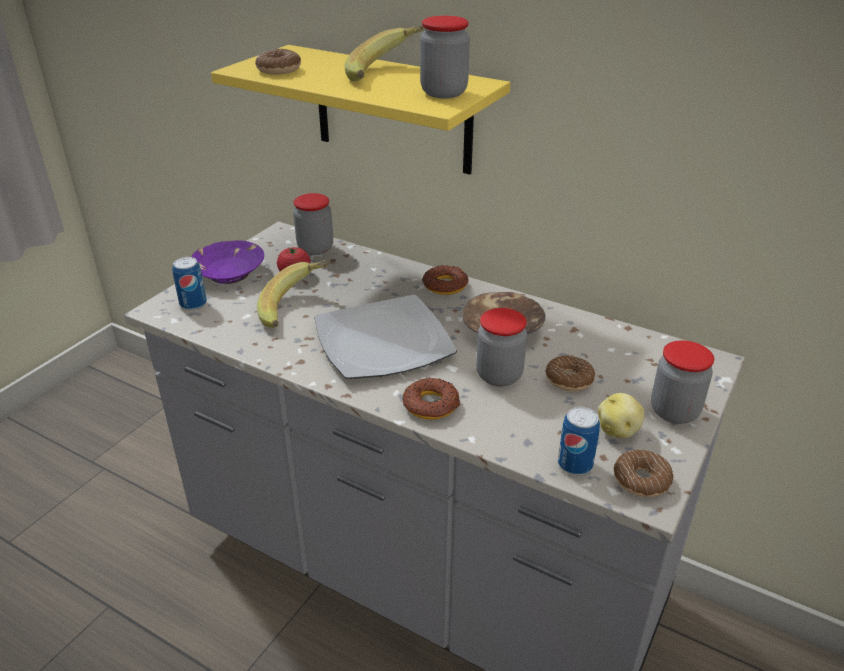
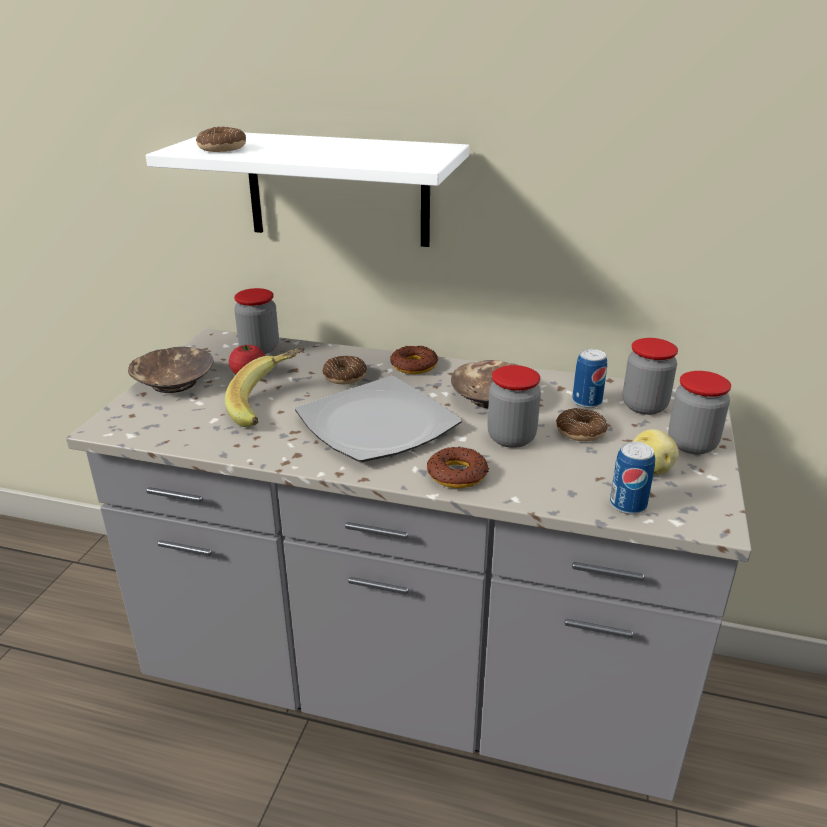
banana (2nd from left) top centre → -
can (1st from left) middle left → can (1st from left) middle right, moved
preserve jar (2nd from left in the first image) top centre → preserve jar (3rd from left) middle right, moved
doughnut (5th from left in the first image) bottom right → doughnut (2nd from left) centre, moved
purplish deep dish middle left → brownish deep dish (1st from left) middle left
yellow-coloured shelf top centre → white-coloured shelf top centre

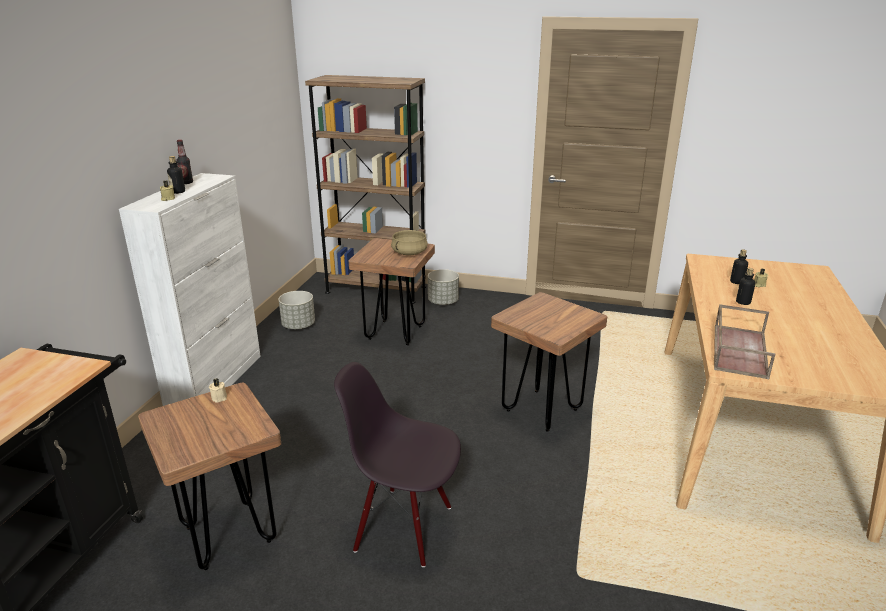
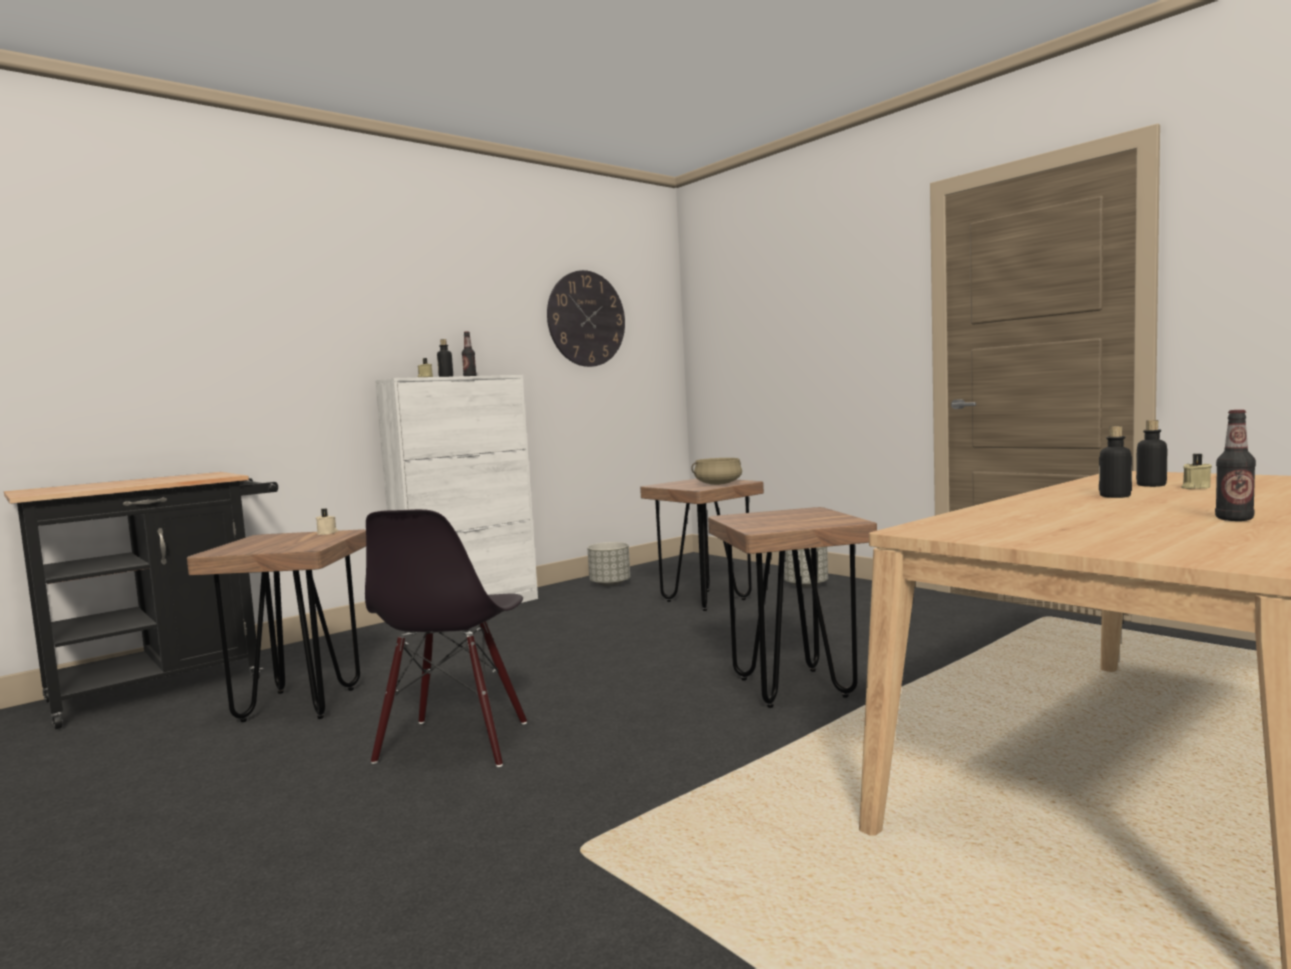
brownish bookshelf top centre → -
brownish tray middle right → -
- → hanging clock top centre
- → bottle (5th from left) middle right
black-coloured chair bottom centre → black-coloured chair centre, 135 degrees counterclockwise

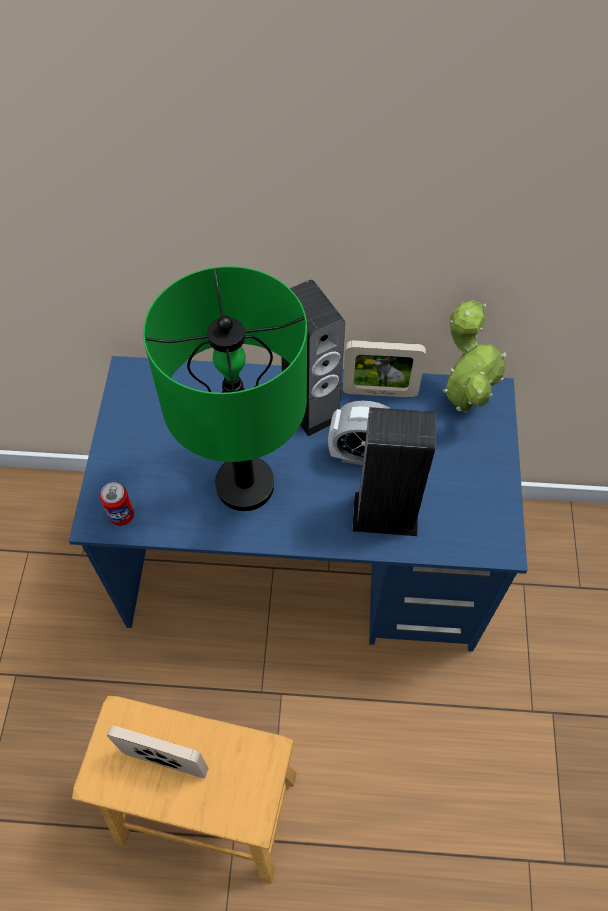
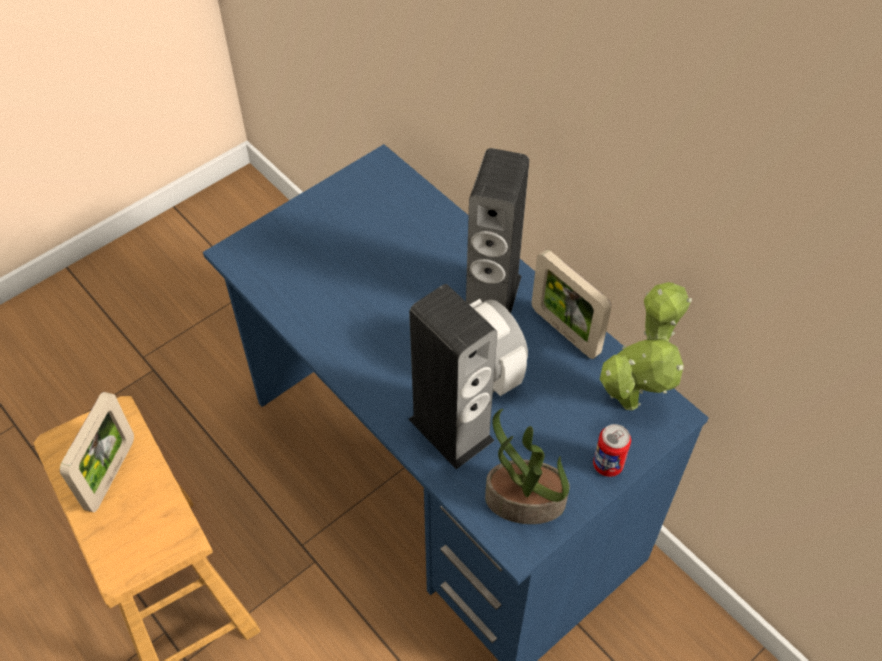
greenish tabletop lamp centre → -
- → potted plant (1st from left) bottom centre
can middle left → can bottom right, moved
standing frame (1st from left) bottom left, 45 degrees clockwise

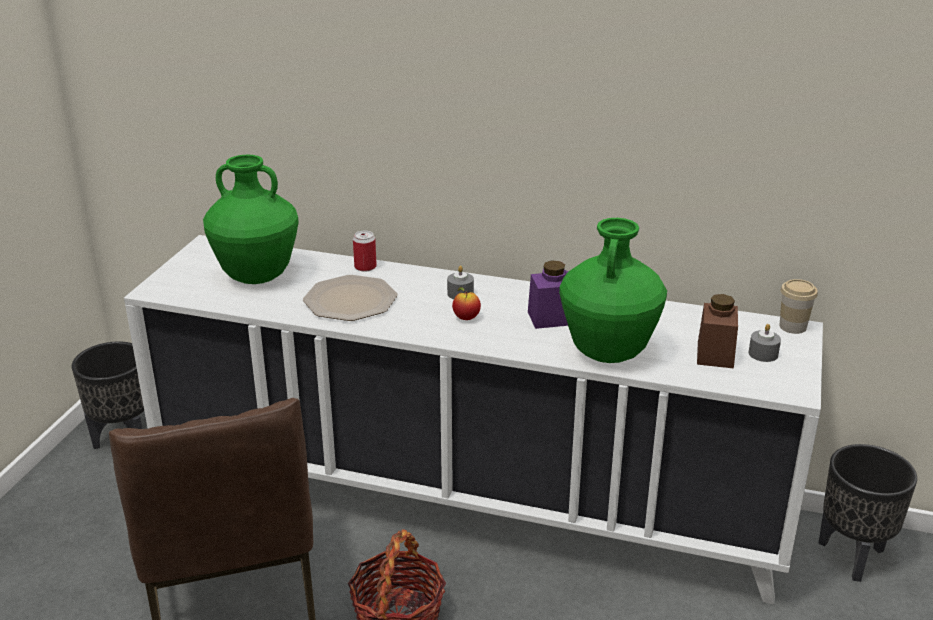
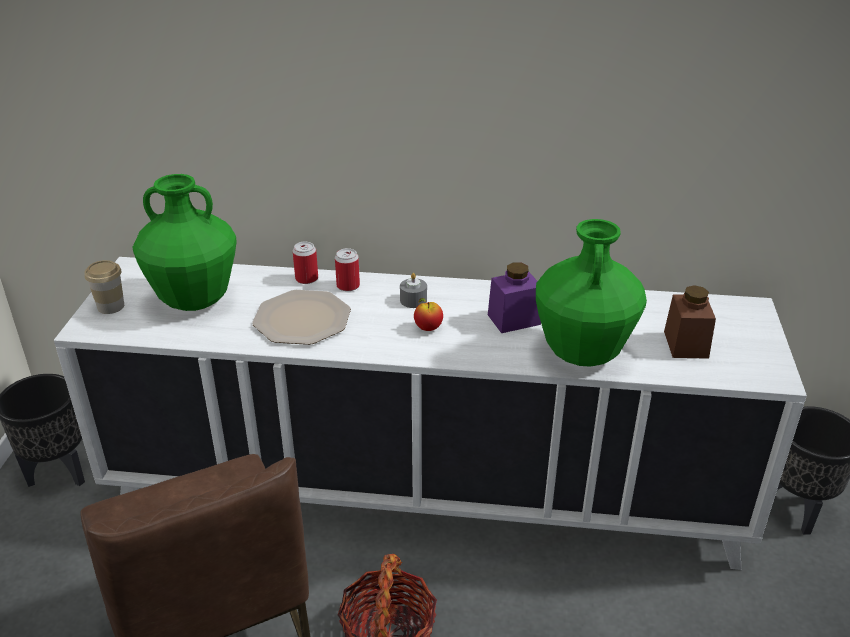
gray wax candle (2nd from left) middle right → -
- → can (2nd from left) centre
small cup middle right → small cup middle left, moved

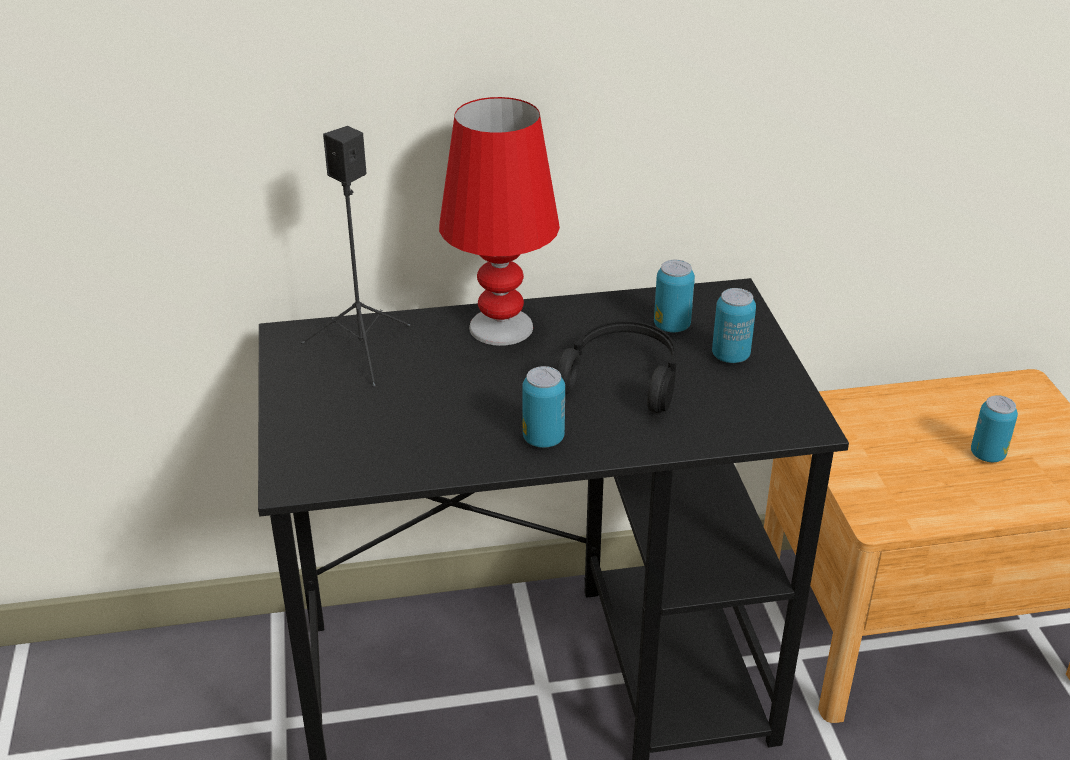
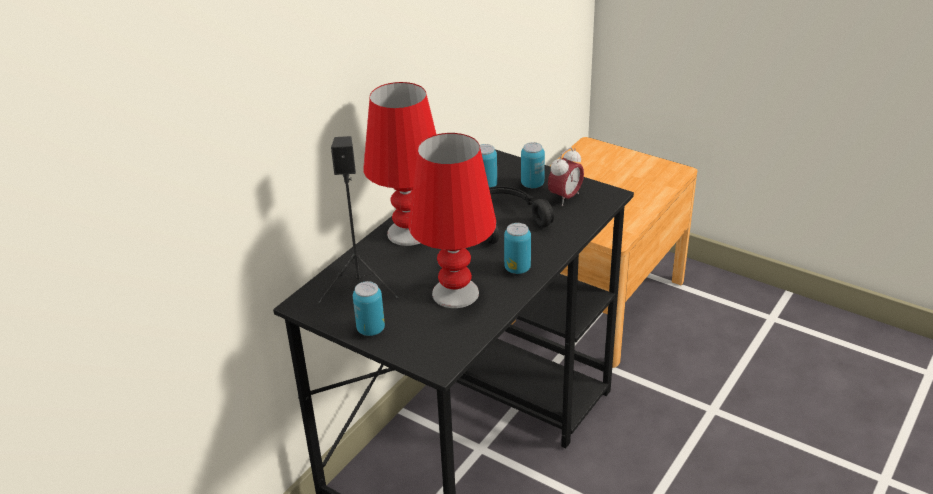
- → red tabletop lamp (2nd from left) centre
- → bedside clock centre
can (4th from left in the first image) middle right → can (1st from left) centre, moved

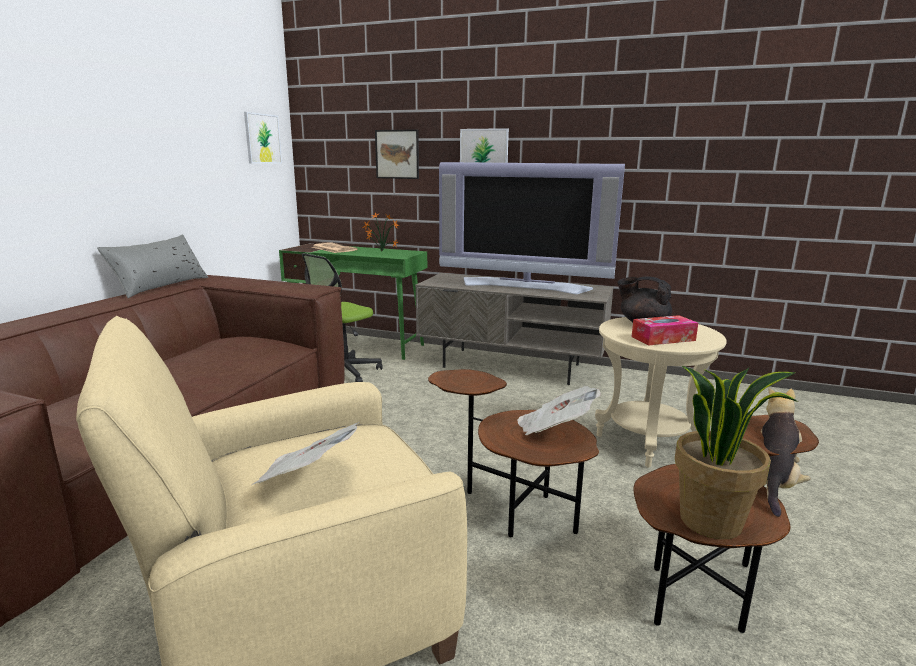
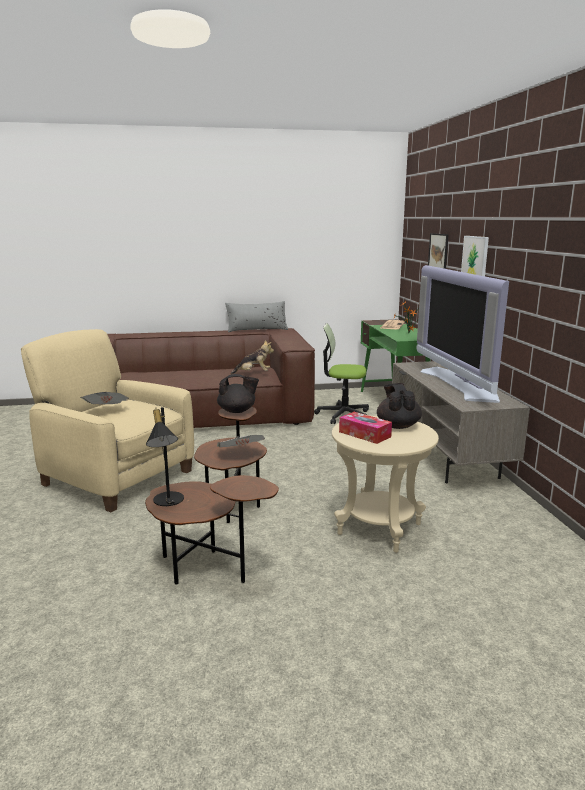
picture (1st from left) top left → -
- → black-coloured pot for tea (1st from left) centre
cuddly toy bottom right → cuddly toy centre, moved
potted plant (2nd from left) bottom right → black-coloured tabletop lamp middle left

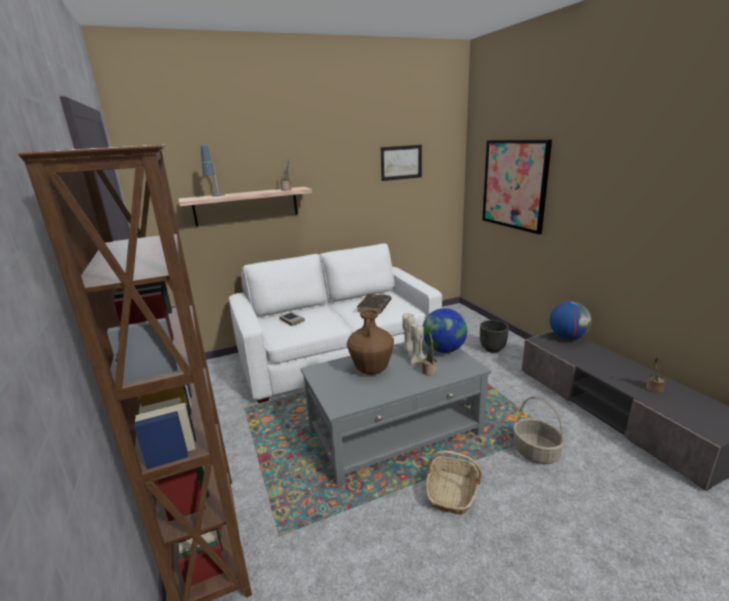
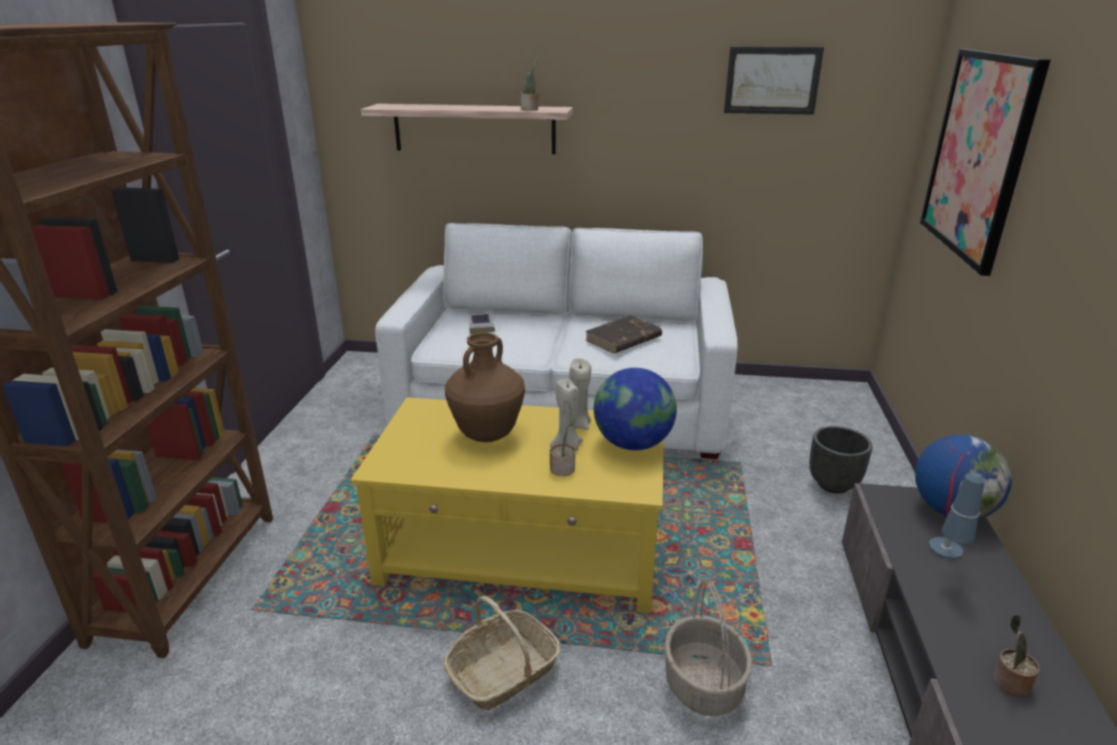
tabletop lamp top left → tabletop lamp bottom right, moved
gray low table bottom centre → yellow-coloured low table bottom centre

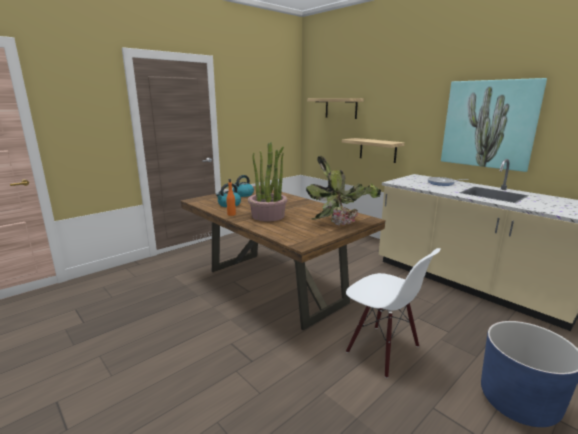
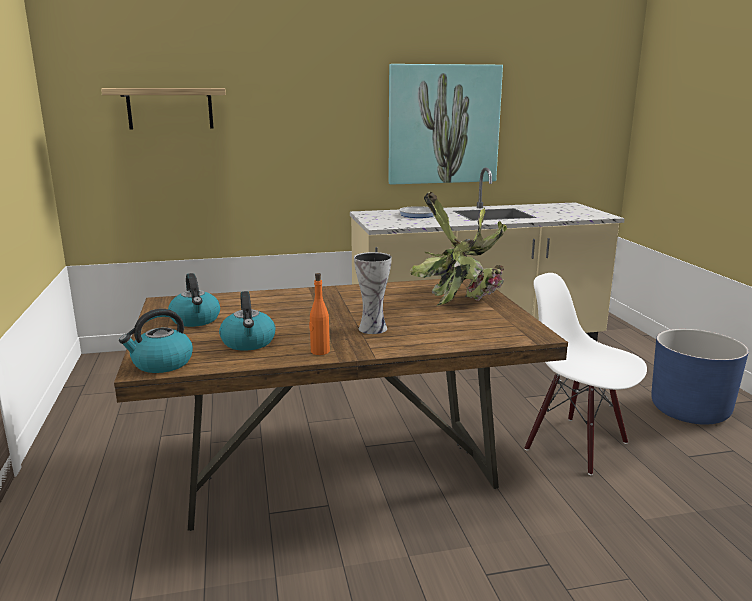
shelf (2nd from left) centre → -
- → tea kettle (1st from left) middle left
potted plant (1st from left) centre → flower vase centre
white-coloured chair bottom right → white-coloured chair middle right, 120 degrees counterclockwise

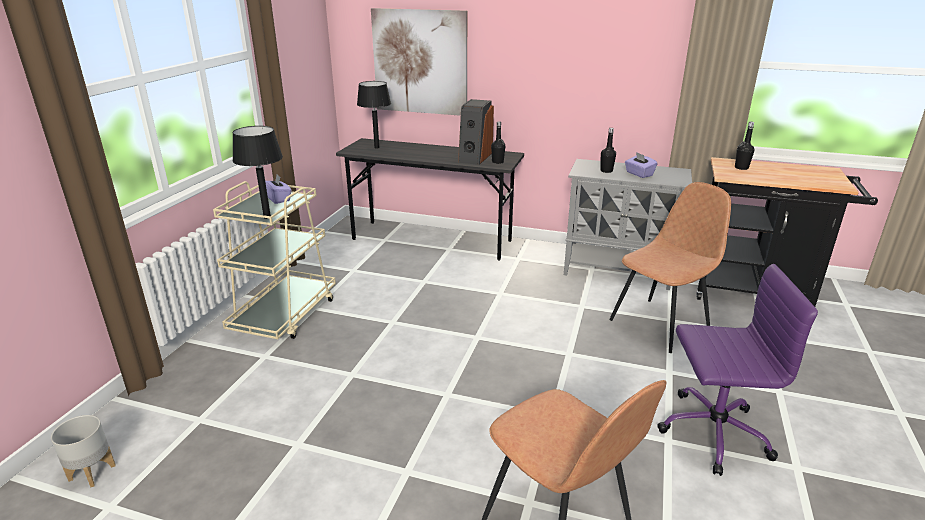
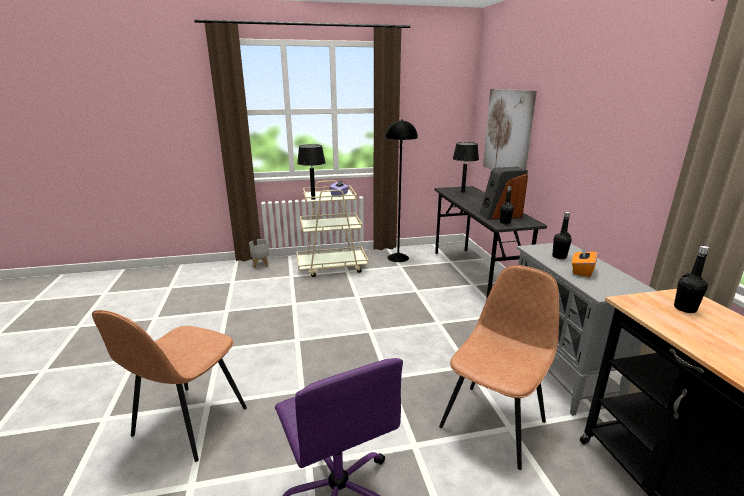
- → black-coloured standard lamp centre
gray planter bottom left → gray planter centre, moved
purplish tissue box (2nd from left) top right → orange-coloured tissue box middle right
brownish chair (2nd from left) middle right → brownish chair (2nd from left) bottom right, 75 degrees counterclockwise

